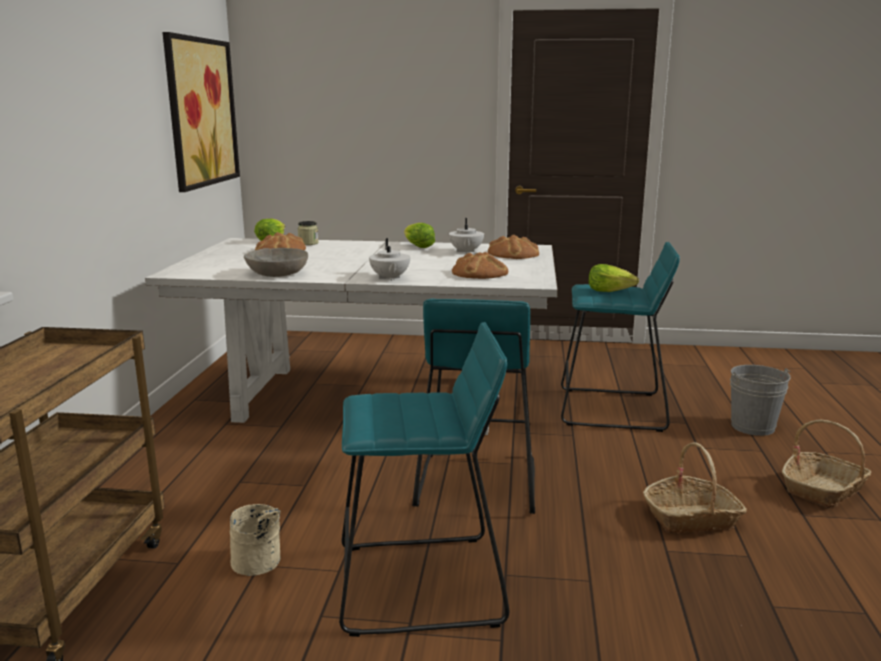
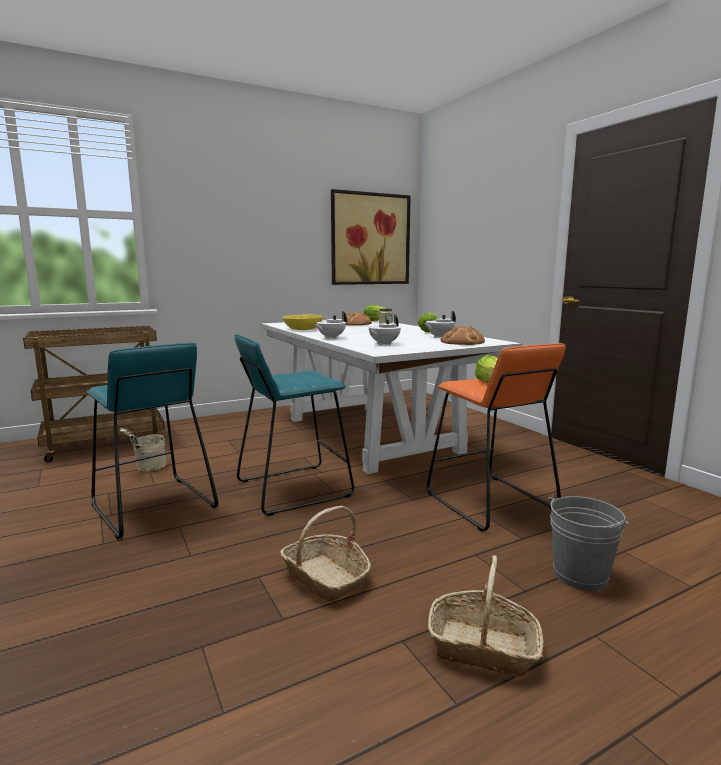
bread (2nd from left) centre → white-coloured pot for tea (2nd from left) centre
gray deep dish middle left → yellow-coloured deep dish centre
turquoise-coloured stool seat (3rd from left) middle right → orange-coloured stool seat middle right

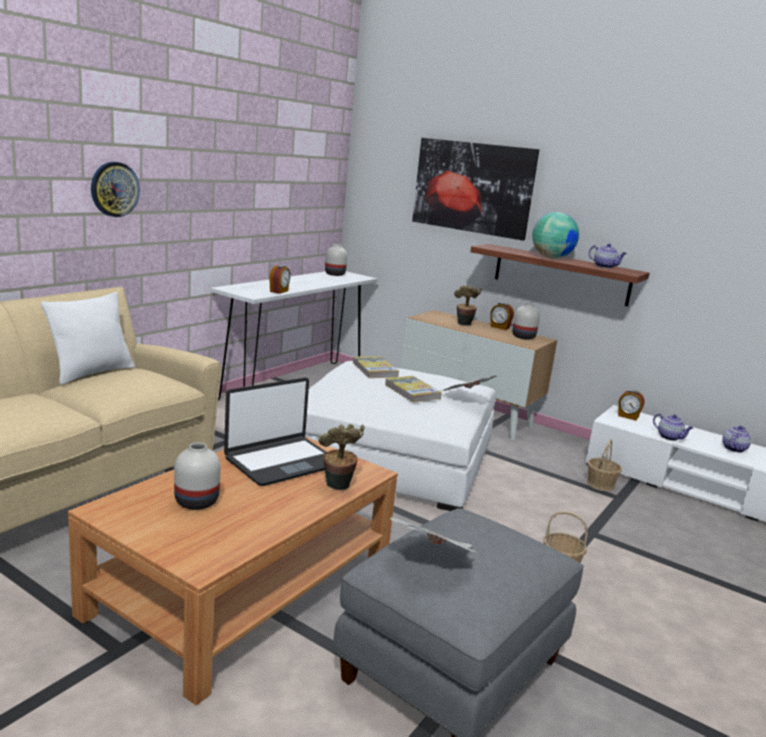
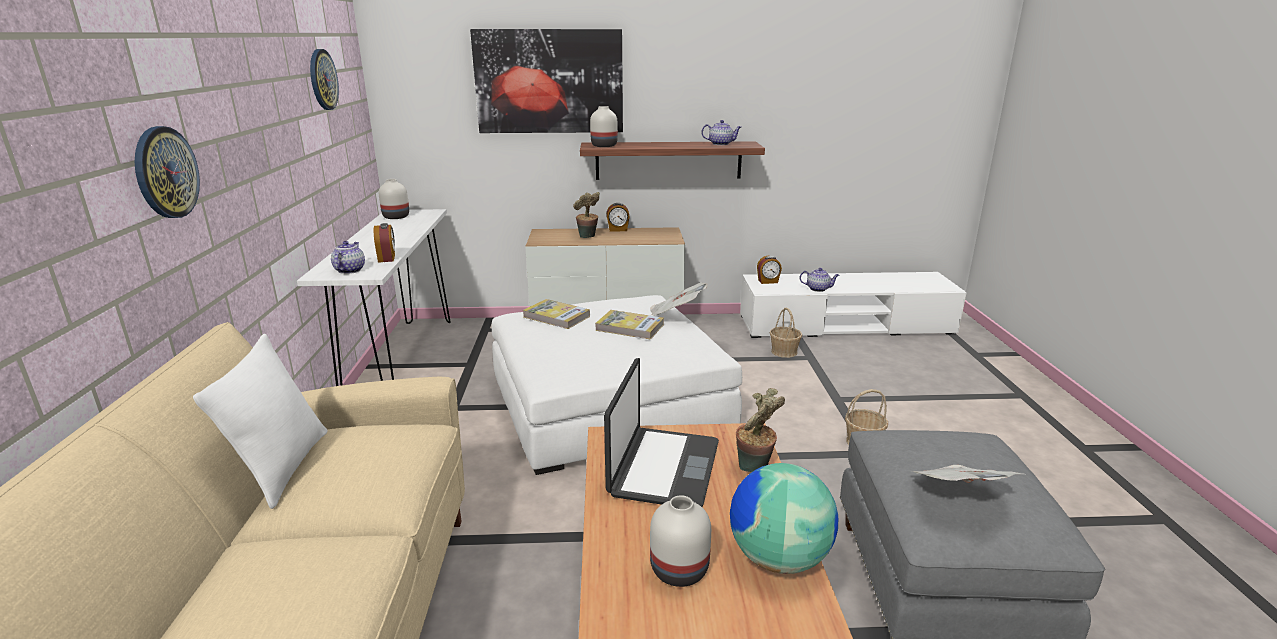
- → hanging clock (2nd from left) top left
white-coloured flower vase (3rd from left in the first image) middle right → white-coloured flower vase (2nd from left) top centre, moved
globe top right → globe bottom centre, moved
pot for tea (3rd from left in the first image) middle right → pot for tea (1st from left) middle left, moved

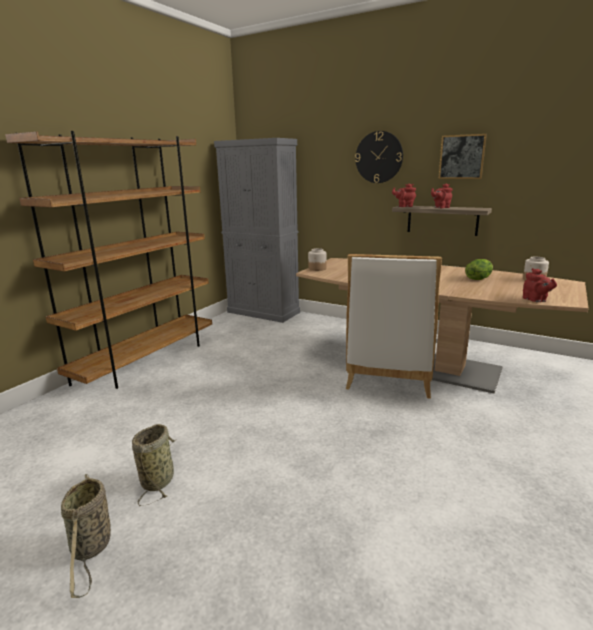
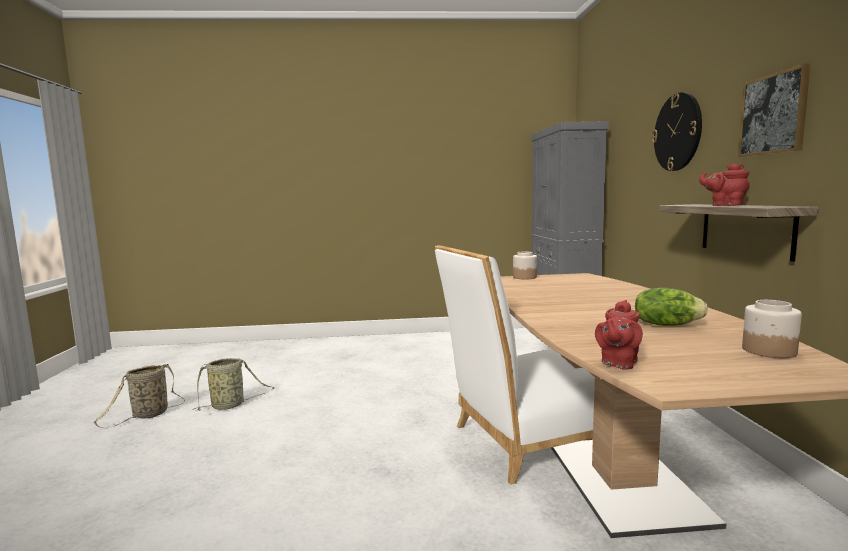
brownish bookshelf middle left → -
red pot for tea (1st from left) top right → -

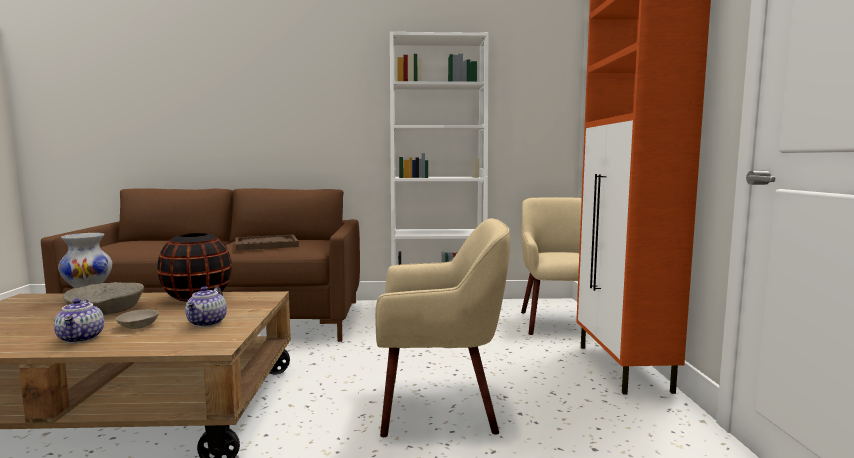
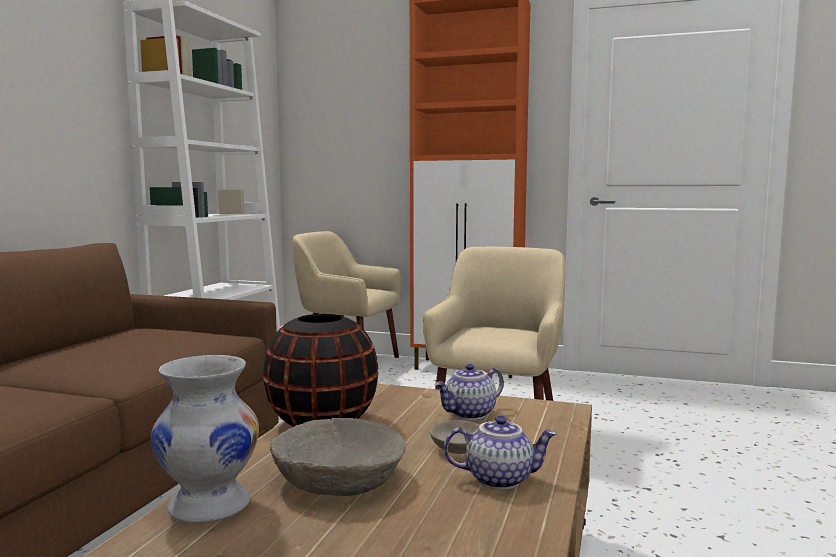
brownish tray middle left → -
pot for tea (2nd from left in the first image) bottom left → pot for tea (1st from left) bottom centre, 120 degrees clockwise

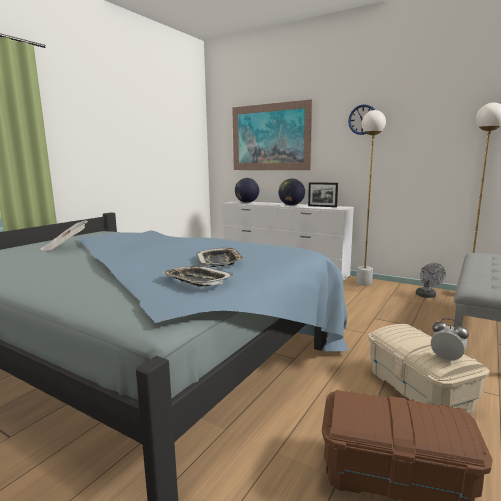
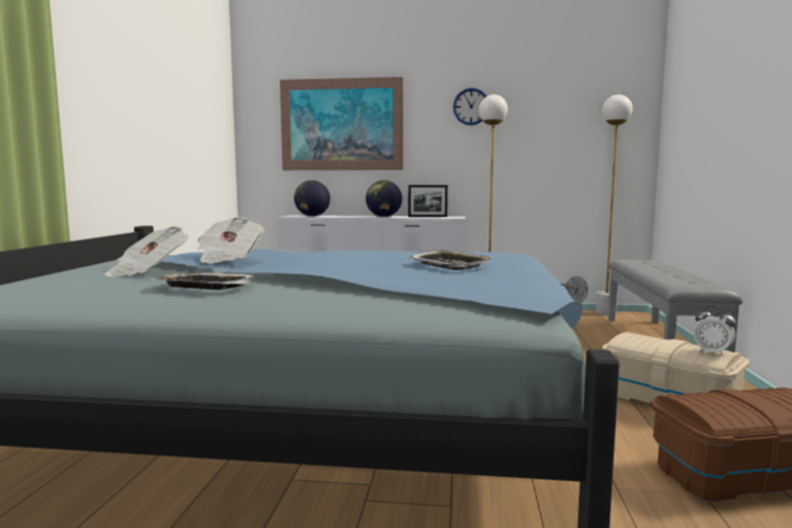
- → newspaper (2nd from left) middle left
tray (1st from left) centre → tray (1st from left) middle left, moved
bedside clock bottom right → bedside clock middle right, 150 degrees counterclockwise

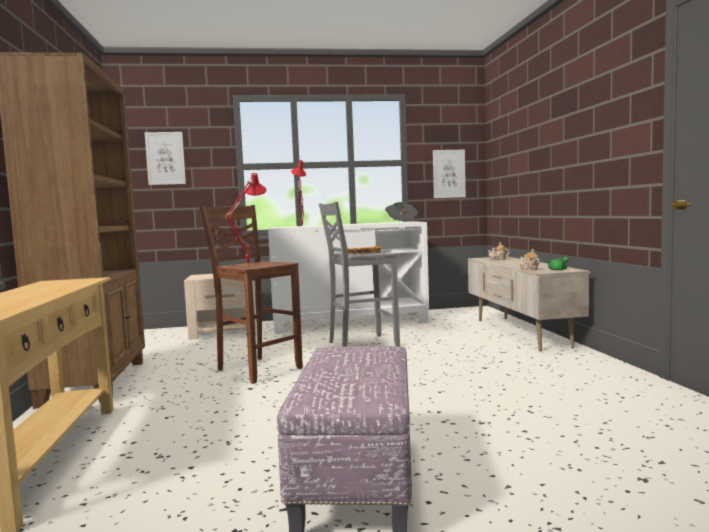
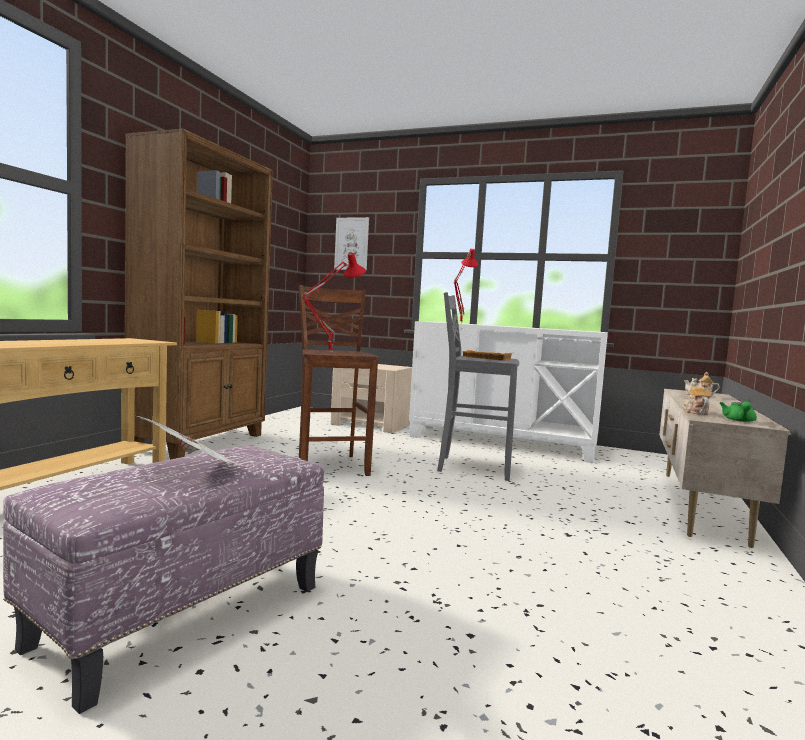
picture (2nd from left) top centre → -
newspaper centre → newspaper middle left, moved

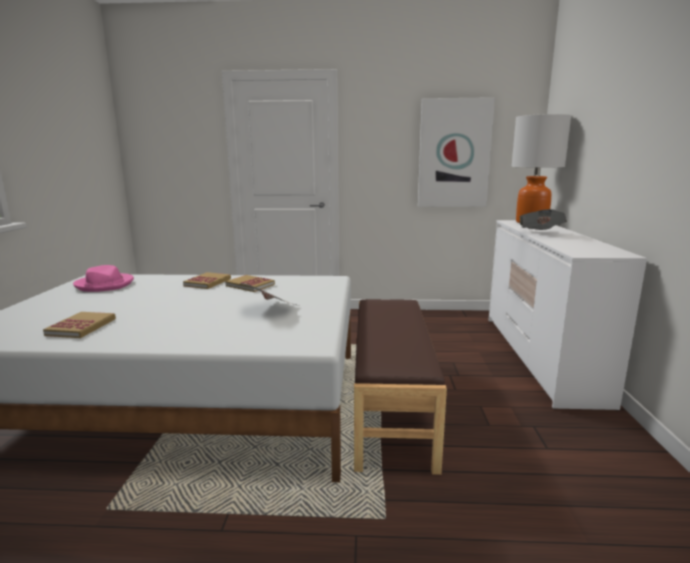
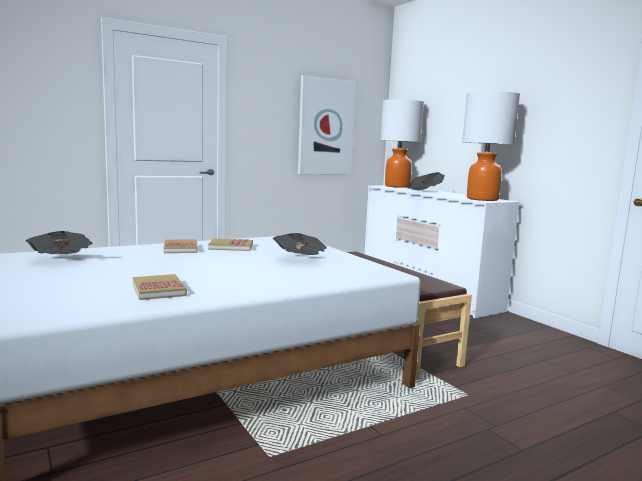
- → tabletop lamp (2nd from left) top right
pink-coloured wearable hat middle left → newspaper (1st from left) middle left

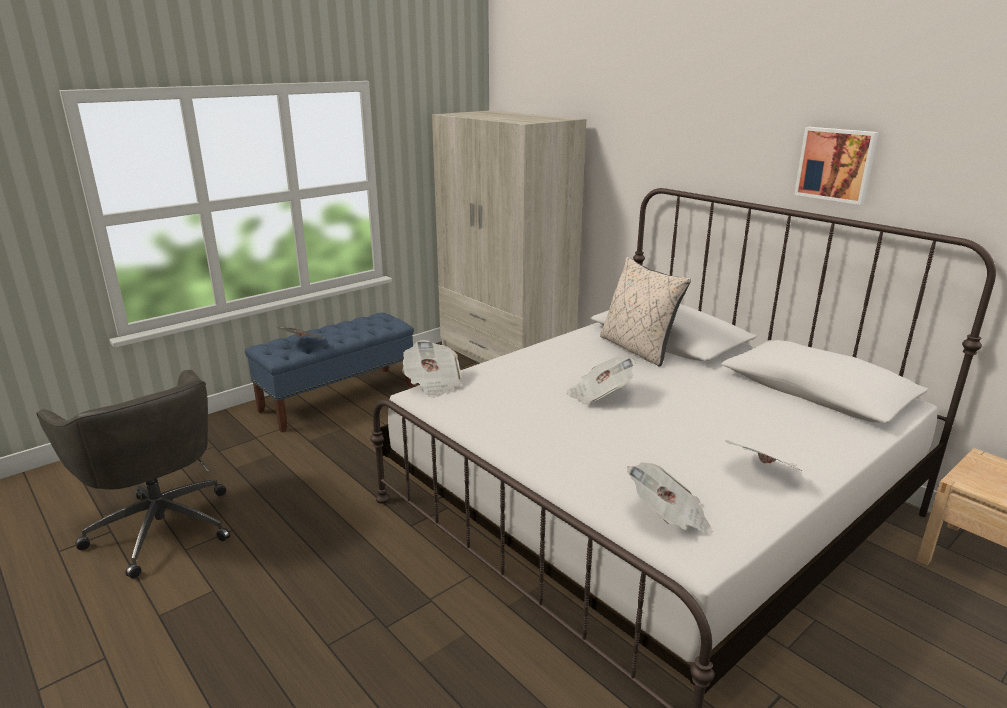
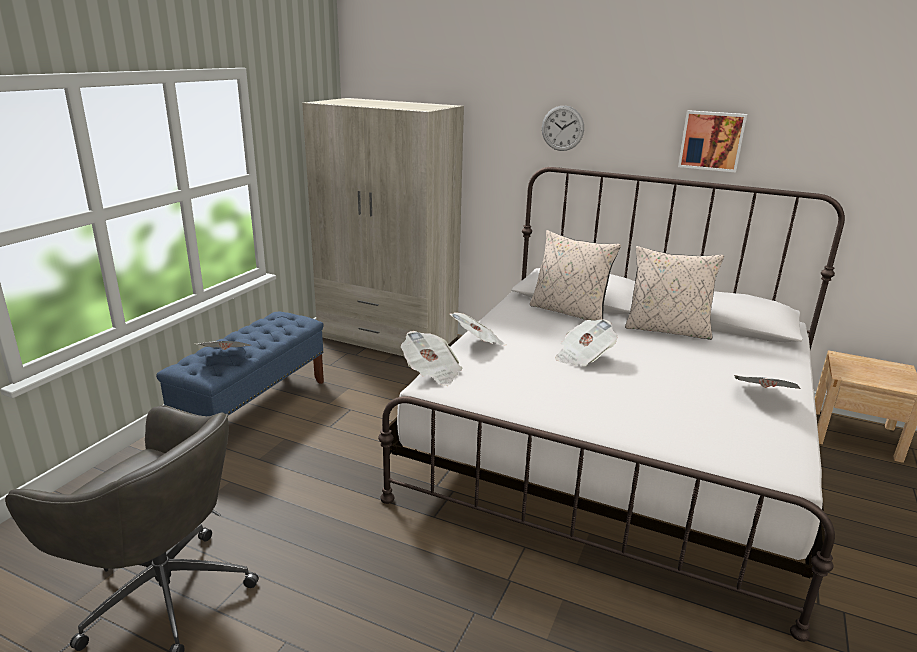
- → hanging clock top centre
- → beige-coloured pillow (2nd from left) middle right
newspaper (4th from left in the first image) bottom centre → newspaper (3rd from left) centre, moved

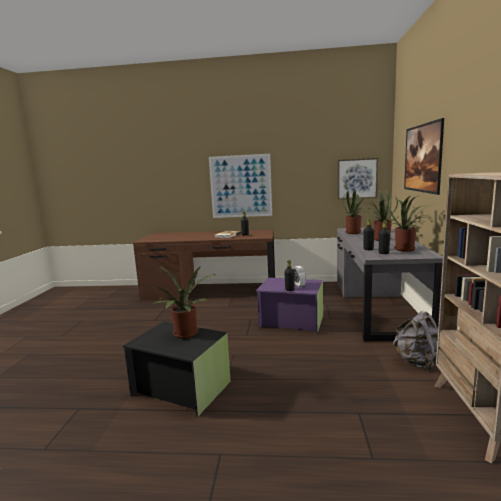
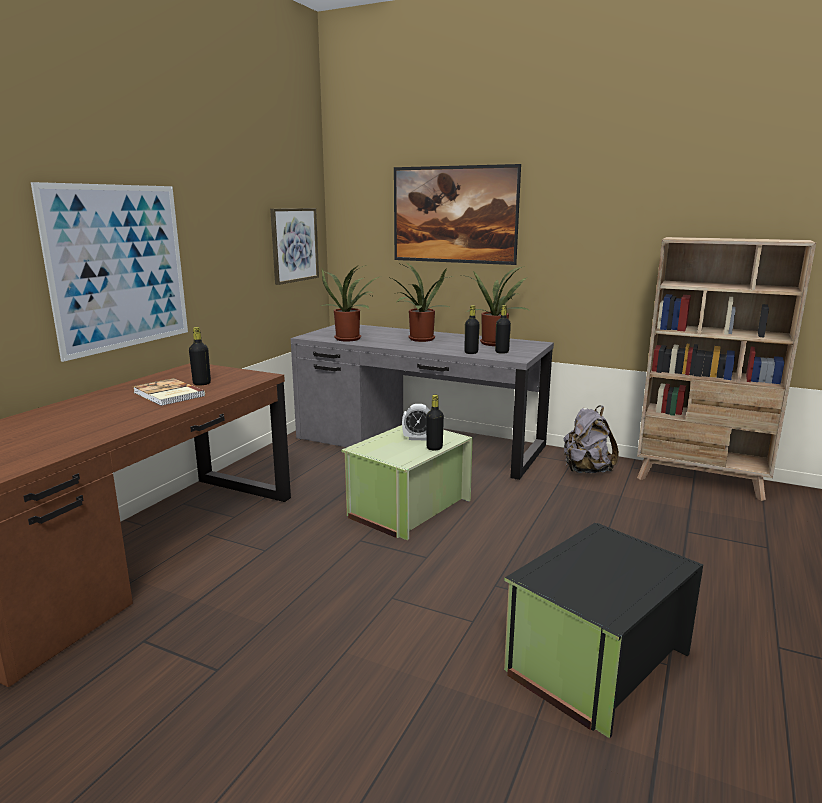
potted plant (1st from left) centre → -
purplish storage bin centre → greenish storage bin centre

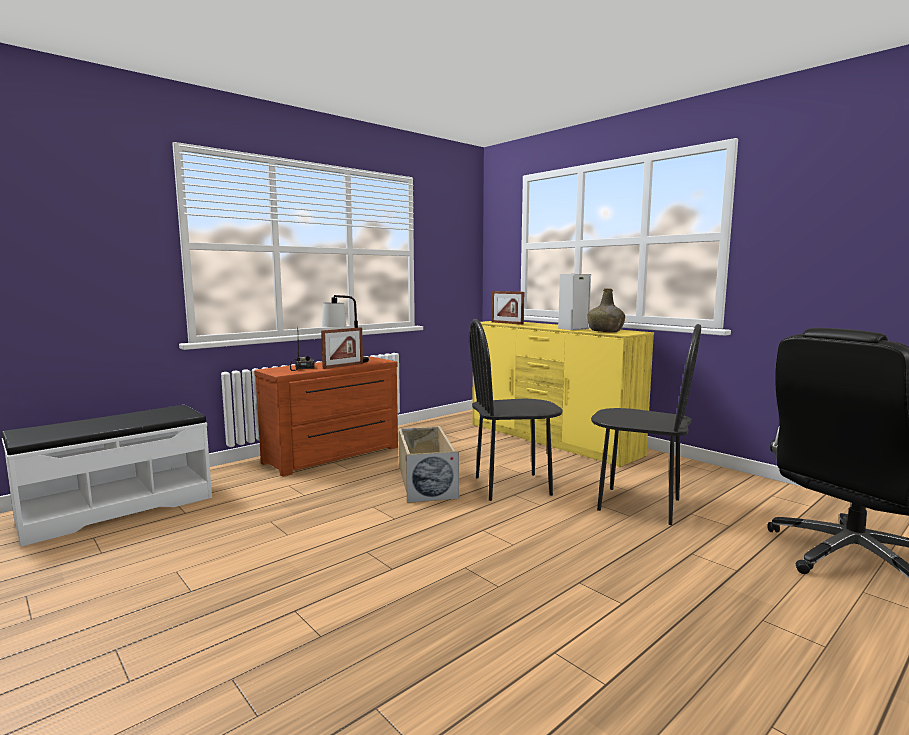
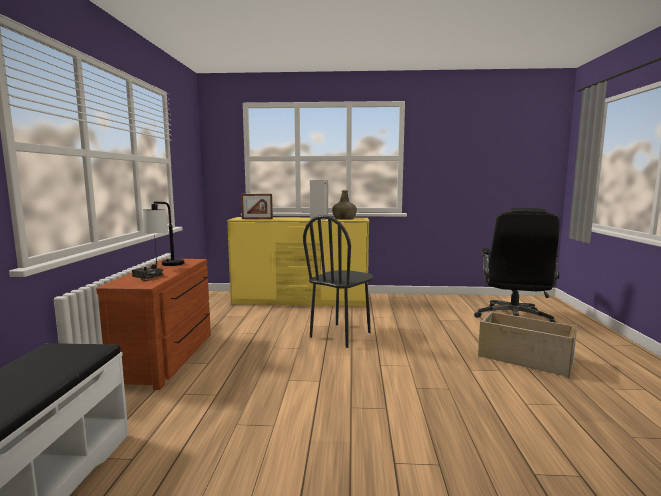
standing frame (1st from left) centre → -
black-coloured chair (2nd from left) middle right → -
beige-coloured storage bin centre → beige-coloured storage bin bottom right, moved

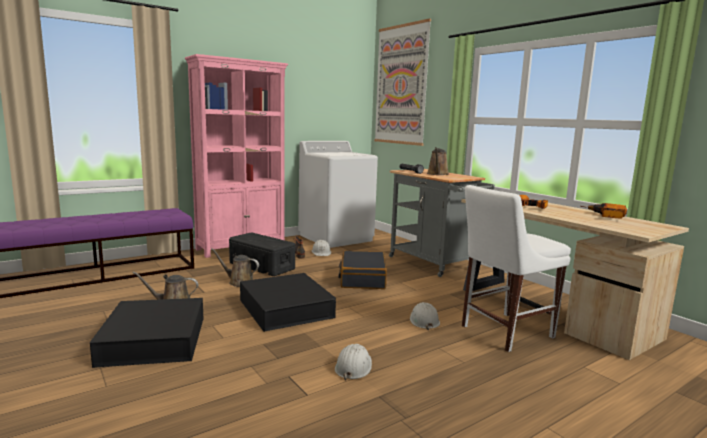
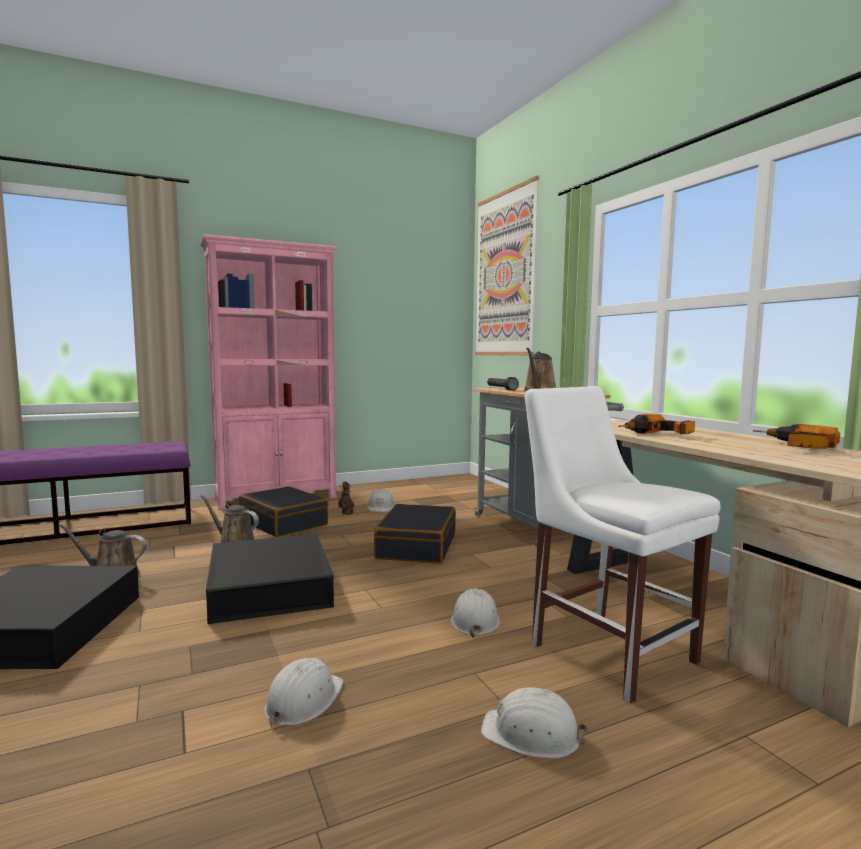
white-coloured laundry appliance centre → -
- → white-coloured hard hat (4th from left) bottom centre
black-coloured storage bin (2nd from left) centre → black-coloured suitcase (1st from left) middle left
white-coloured chair middle right, 75 degrees clockwise

